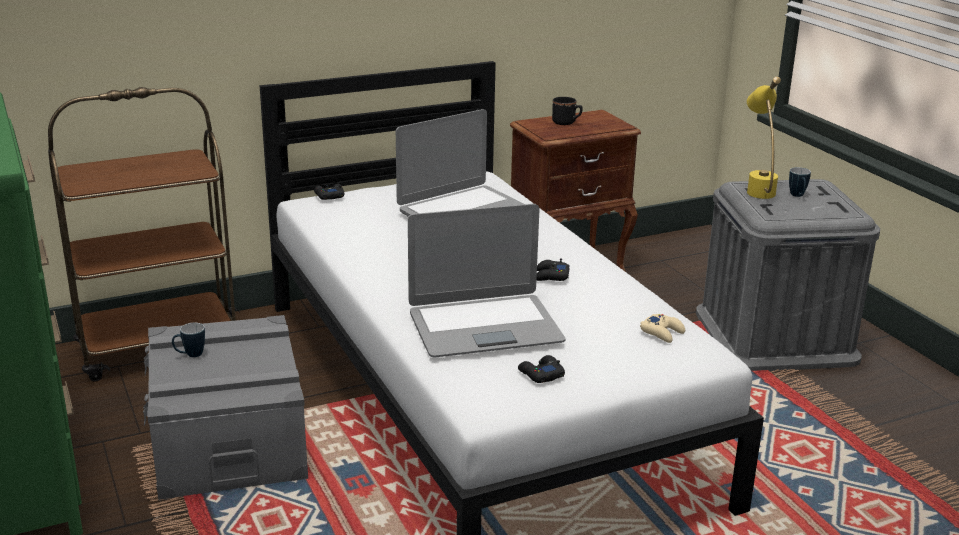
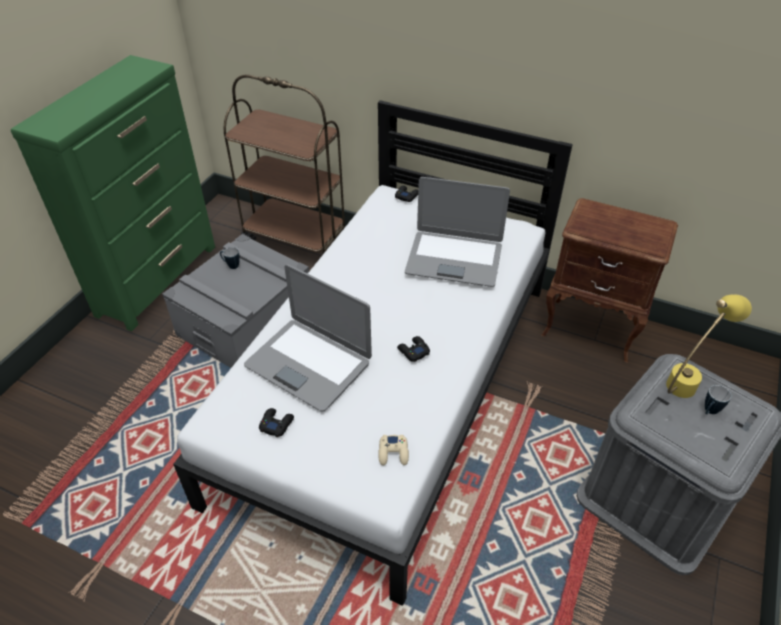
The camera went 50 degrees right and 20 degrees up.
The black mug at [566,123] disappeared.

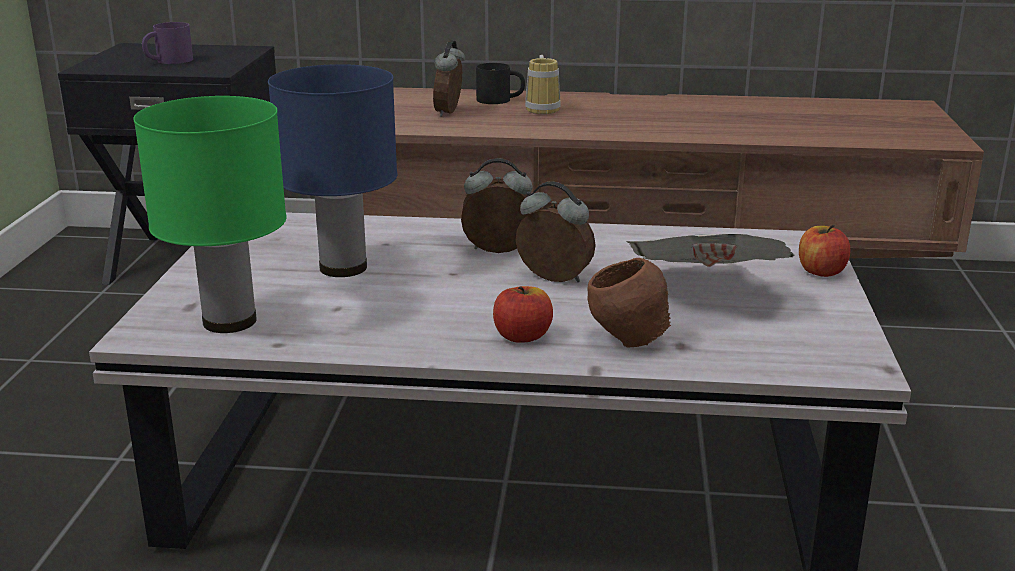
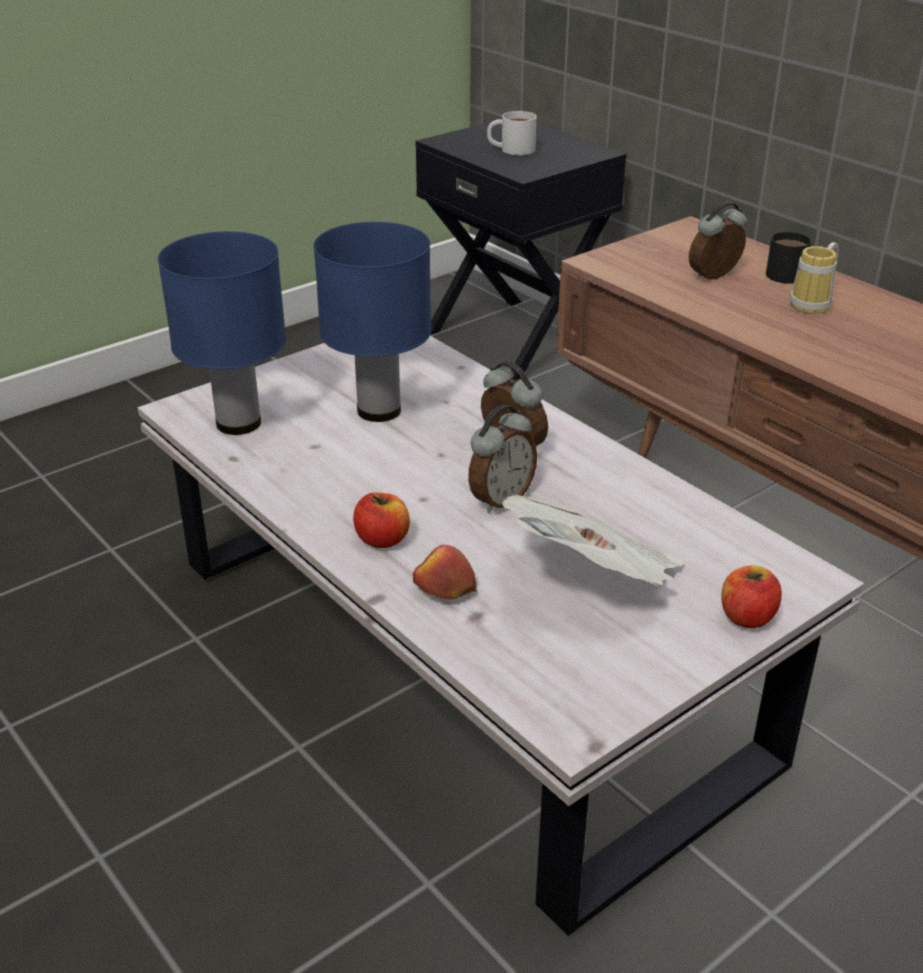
The camera went 45 degrees right and 10 degrees up.
The brown bowl at [627,341] was replaced by the apple at [444,588].
The green table lamp at [229,322] became the blue table lamp at [237,424].
The purple mug at [168,61] became the white mug at [511,149].
The alarm clock at [553,280] turned 60 degrees clockwise.

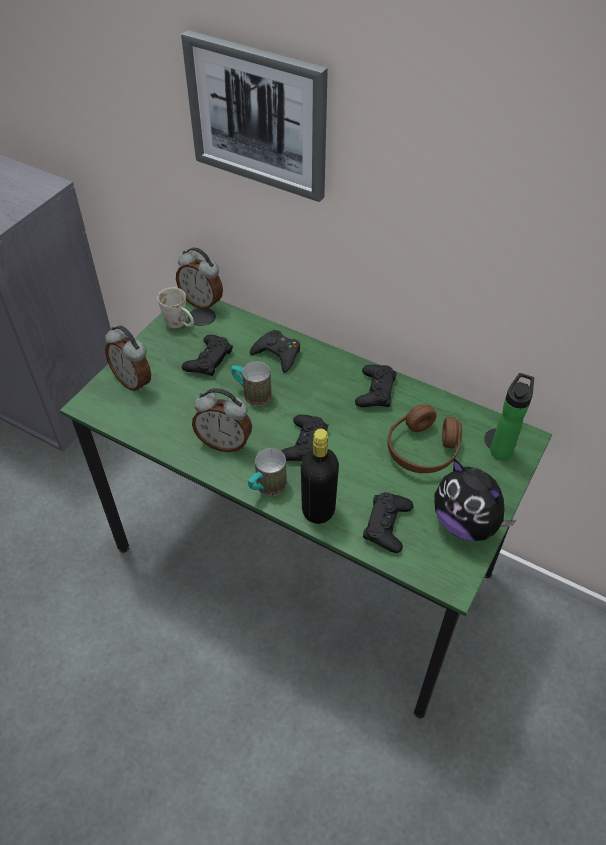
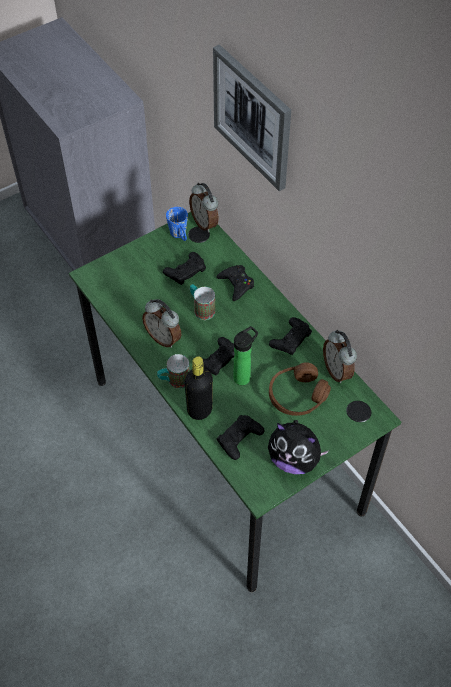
The camera went 25 degrees right and 5 degrees up.
The alarm clock moved from [134,381] to [337,371].
The bottle moved from [502,449] to [244,377].
The white mug at [180,324] became the blue mug at [180,236].
The plush toy at [466,523] turned 45 degrees counterclockwise.

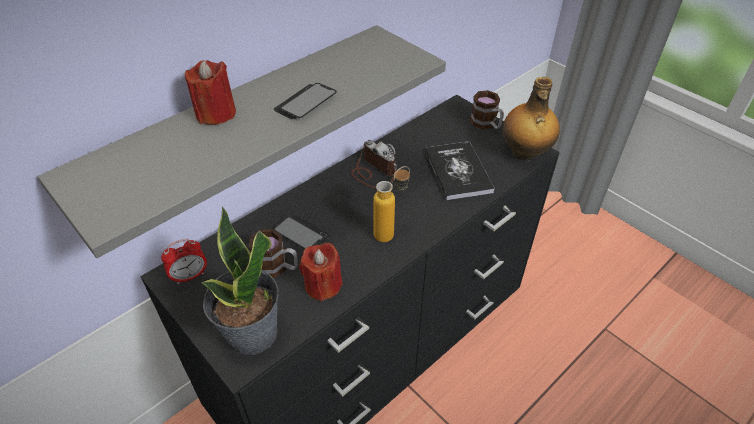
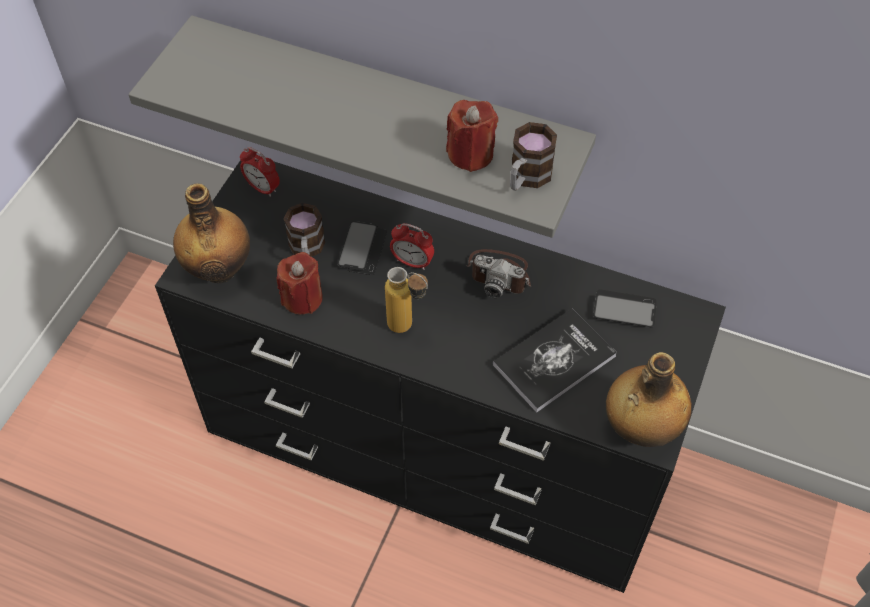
The camera went 65 degrees right and 10 degrees up.
The alarm clock at [412,262] appeared.
The red candle moved from [216,113] to [470,154].
The phone moved from [305,102] to [624,309].
The mug moved from [486,124] to [526,178].
The potted plant at [251,334] was replaced by the bottle at [219,268].
The photo camera at [374,171] turned 90 degrees clockwise.

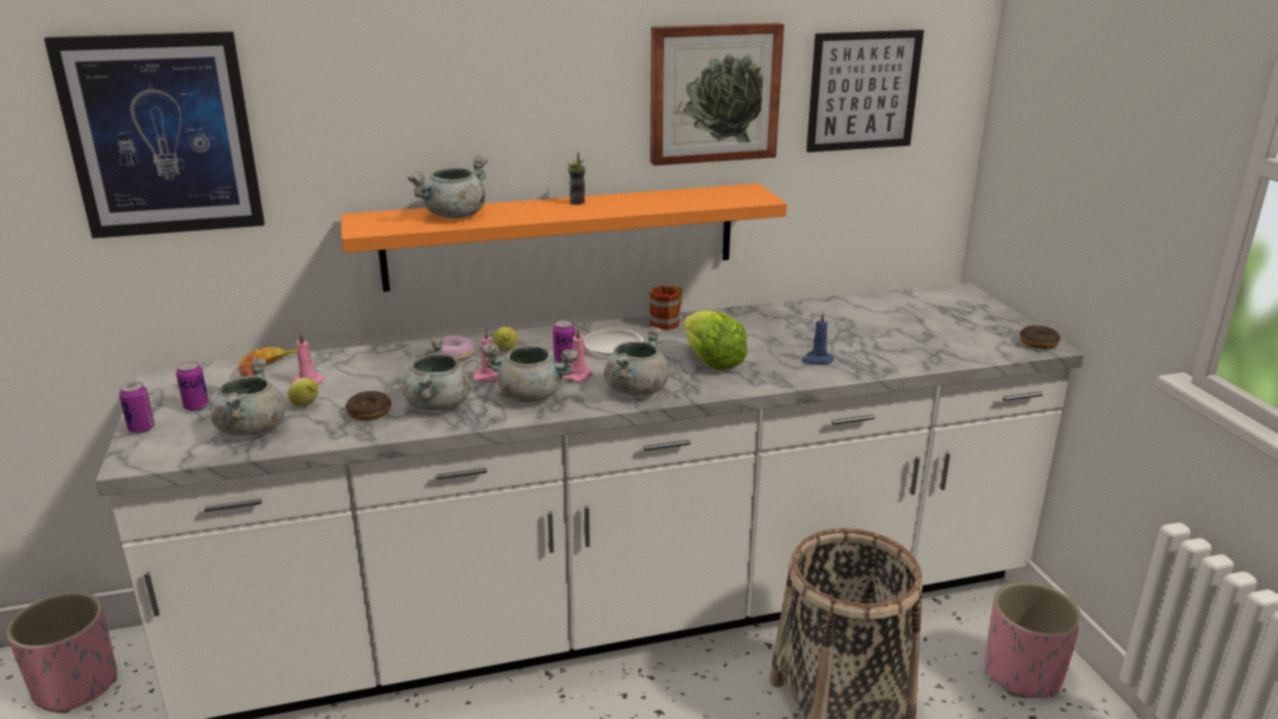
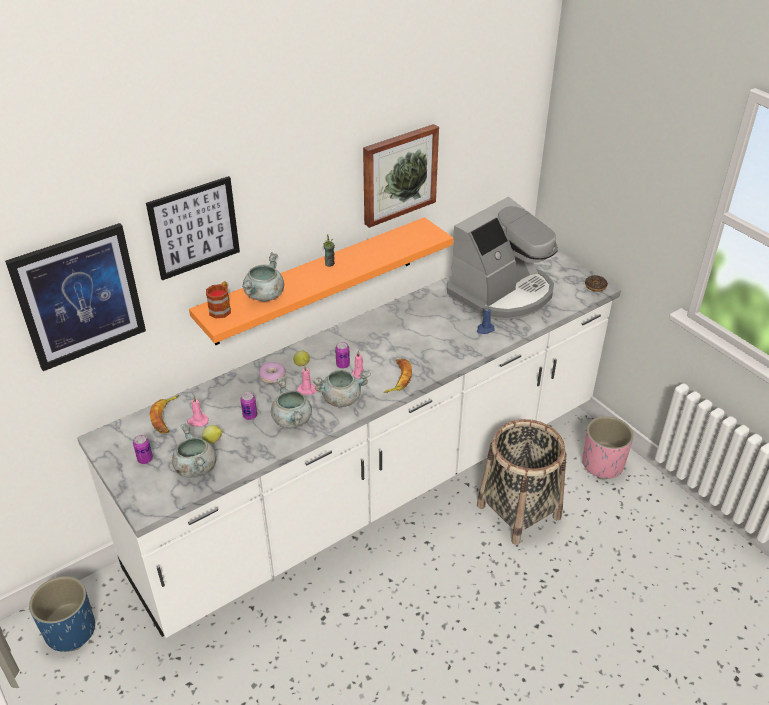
The camera went 20 degrees left and 15 degrees up.
The donut at [369,412] disappeared.
The white plate at [612,346] disappeared.
The lettuce at [711,361] disappeared.
The coffee machine at [502,293] appeared.
The can moved from [141,428] to [250,416].
The mug moved from [668,321] to [221,308].
The picture moved from [863,91] to [194,228].
The grey cooking pot at [636,389] was replaced by the banana at [398,378].
The pink planter at [76,686] became the blue planter at [70,631].

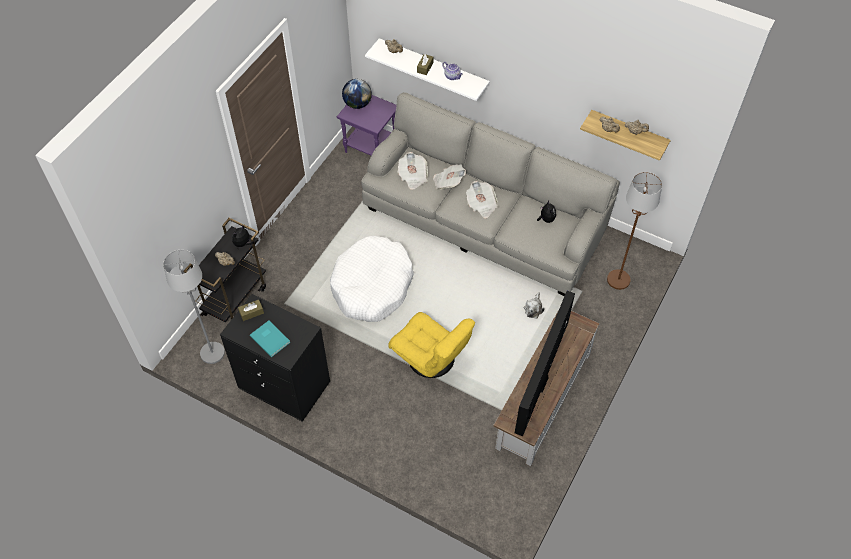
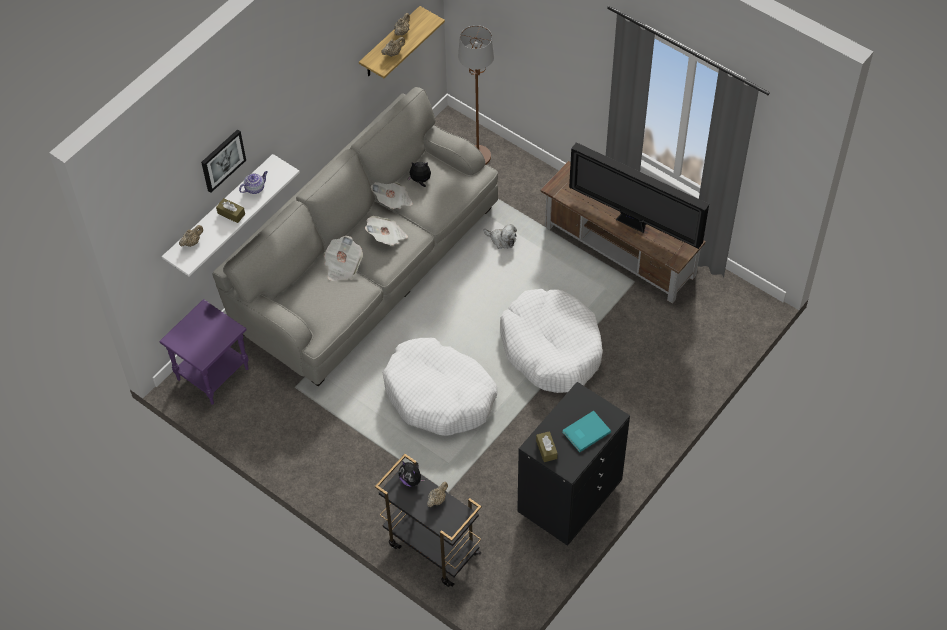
The camera went 80 degrees left and 0 degrees up.
The grey floor lamp at [212,353] disappeared.
The globe at [357,104] disappeared.
The picture at [222,160] appeared.
The newspaper moved from [413,177] to [392,200].
The yellow armchair at [430,358] was replaced by the white dog bed at [551,348].

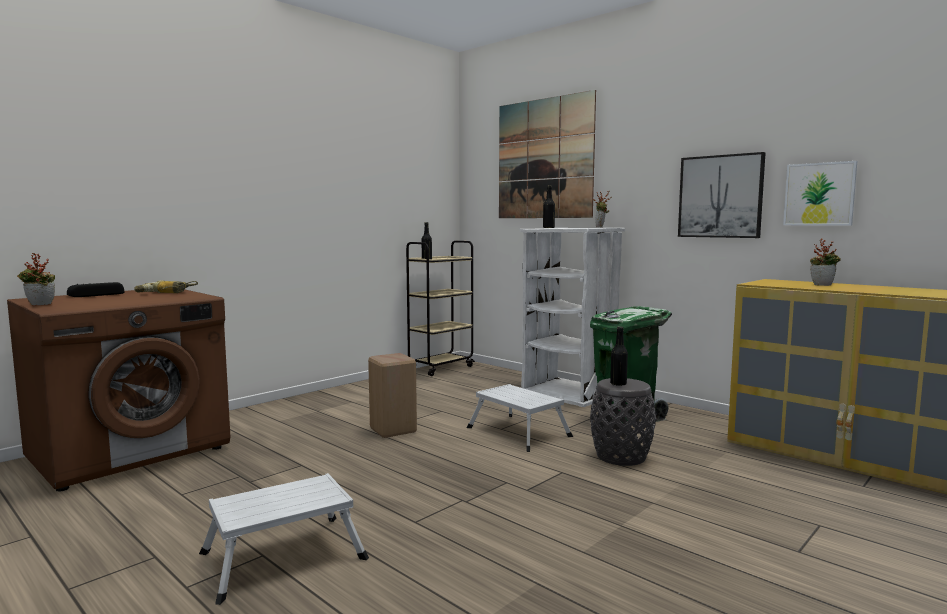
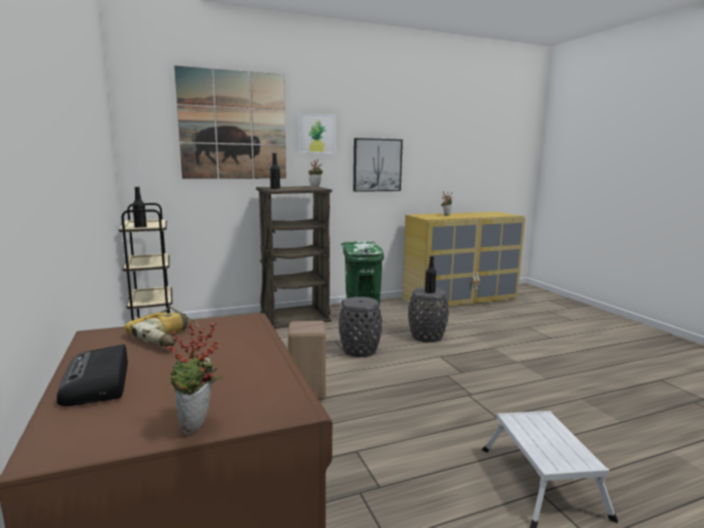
The camera went 65 degrees left and 5 degrees up.
The picture moved from [819,194] to [316,133].
The white step ladder at [519,432] was replaced by the grey stool at [360,350].
The white bookcase at [569,392] became the brown bookcase at [295,317].

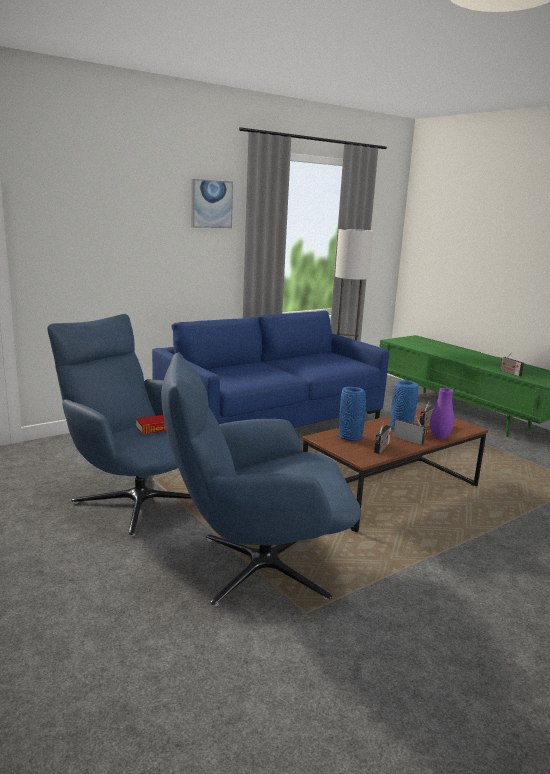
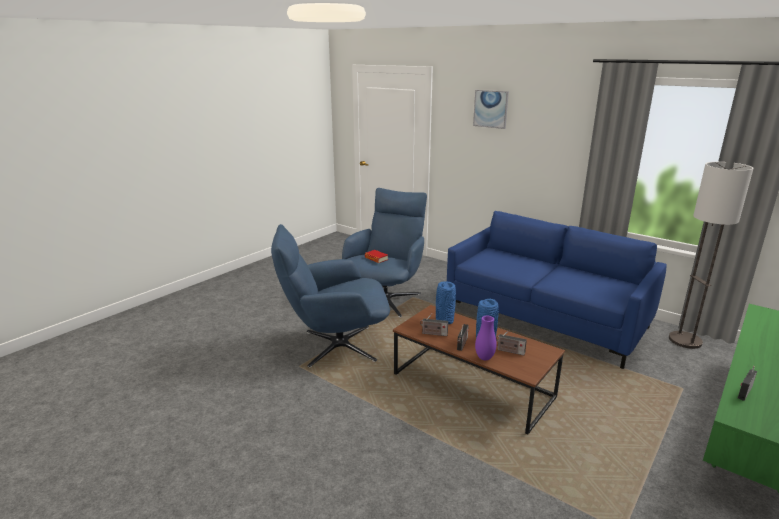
The camera went 75 degrees right and 5 degrees up.
The picture moved from [211,204] to [491,109].
The blue armchair at [258,567] turned 75 degrees counterclockwise.

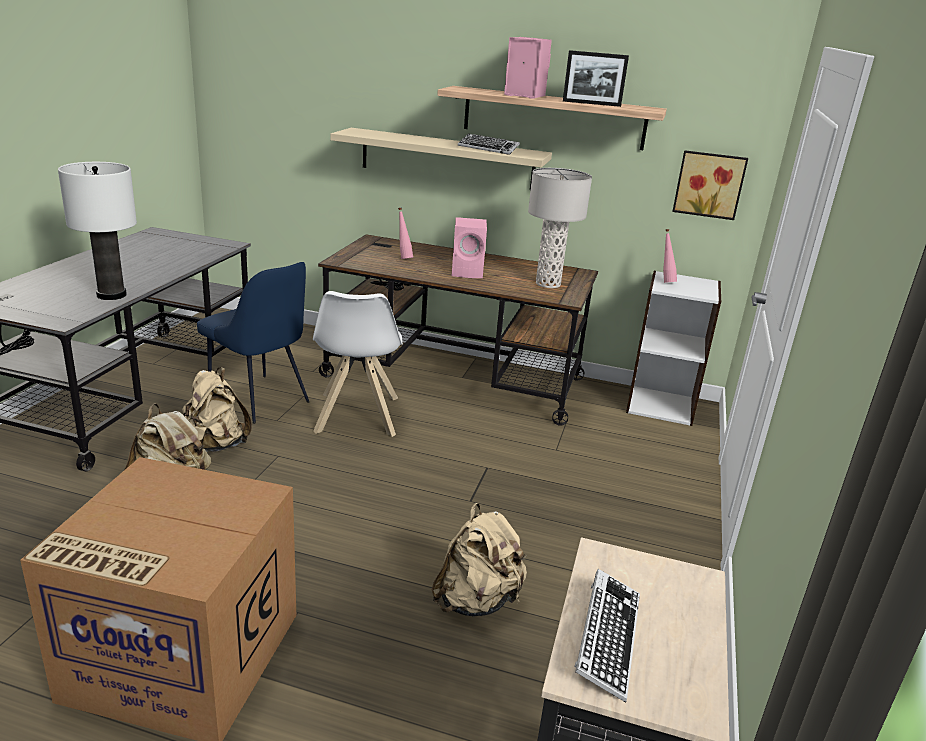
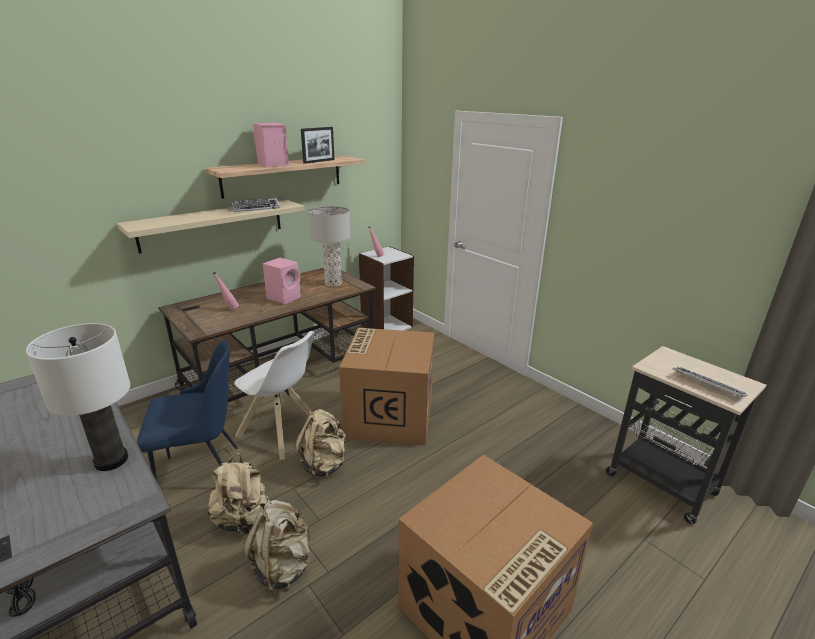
The camera went 55 degrees left and 0 degrees up.
The picture at [709,184] disappeared.
The cardboard box at [389,415] appeared.
The beige backpack moved from [477,601] to [324,464].

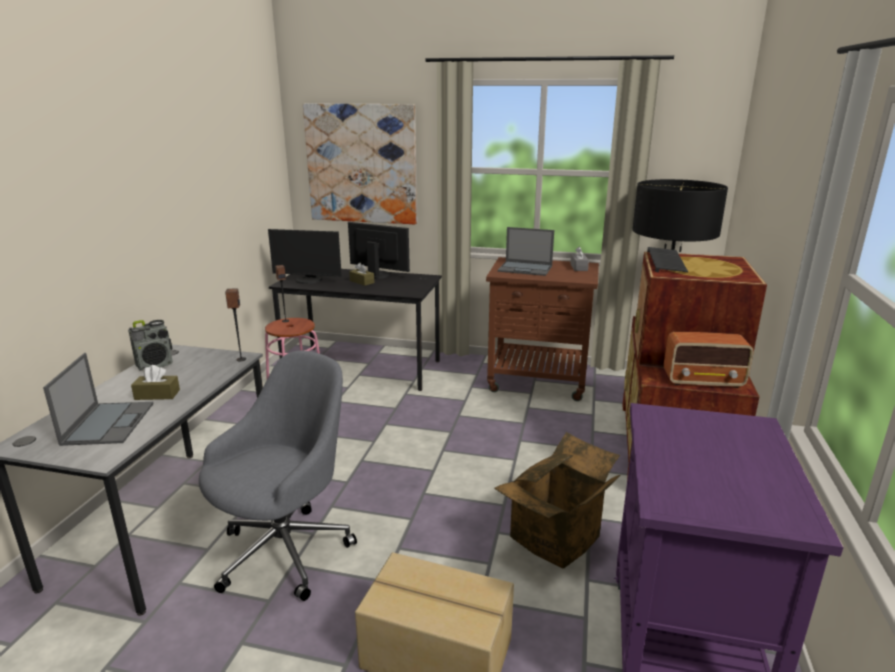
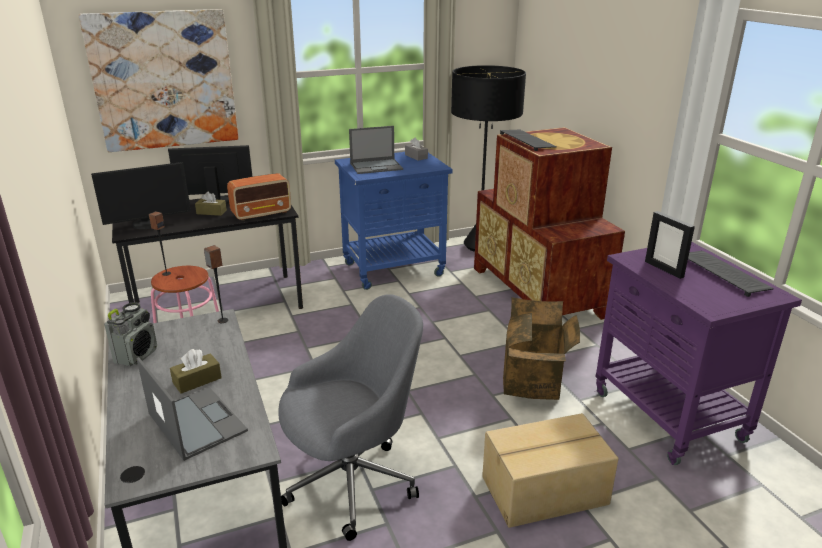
The camera went 35 degrees left and 5 degrees up.
The picture frame at [664,269] appeared.
The keyboard at [724,274] appeared.
The radio moved from [704,381] to [262,213].
The brown cart at [538,382] became the blue cart at [394,270].
The grey office chair at [285,551] turned 60 degrees clockwise.

